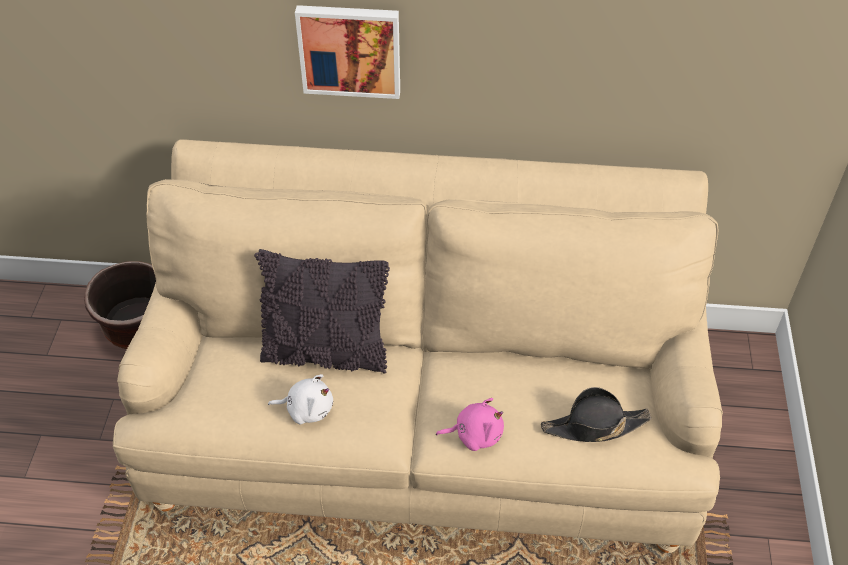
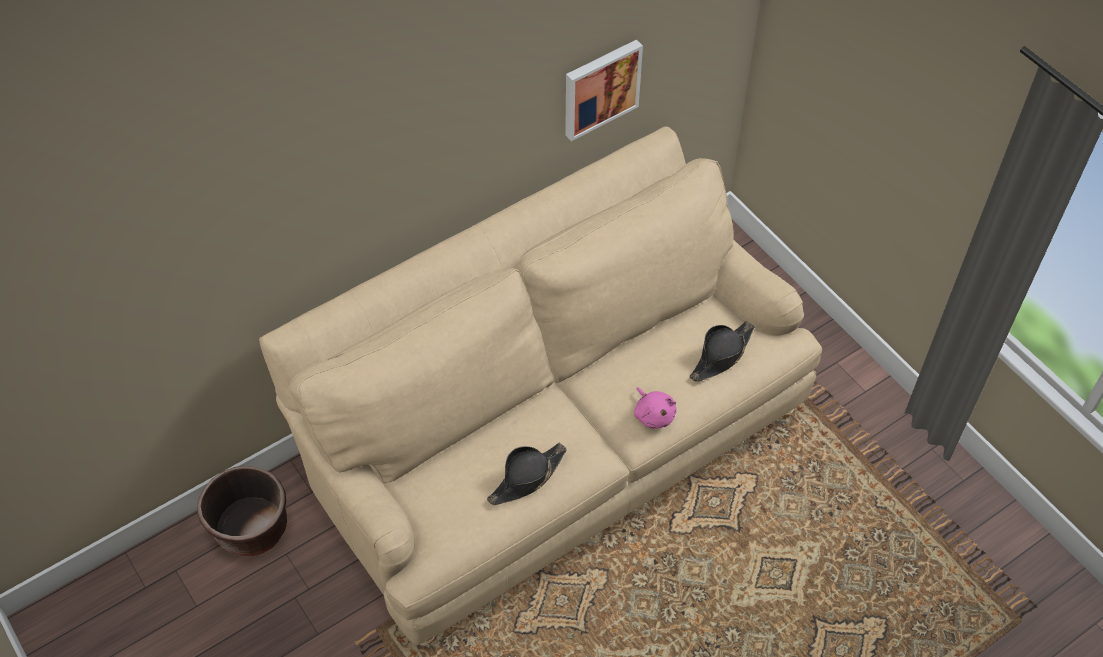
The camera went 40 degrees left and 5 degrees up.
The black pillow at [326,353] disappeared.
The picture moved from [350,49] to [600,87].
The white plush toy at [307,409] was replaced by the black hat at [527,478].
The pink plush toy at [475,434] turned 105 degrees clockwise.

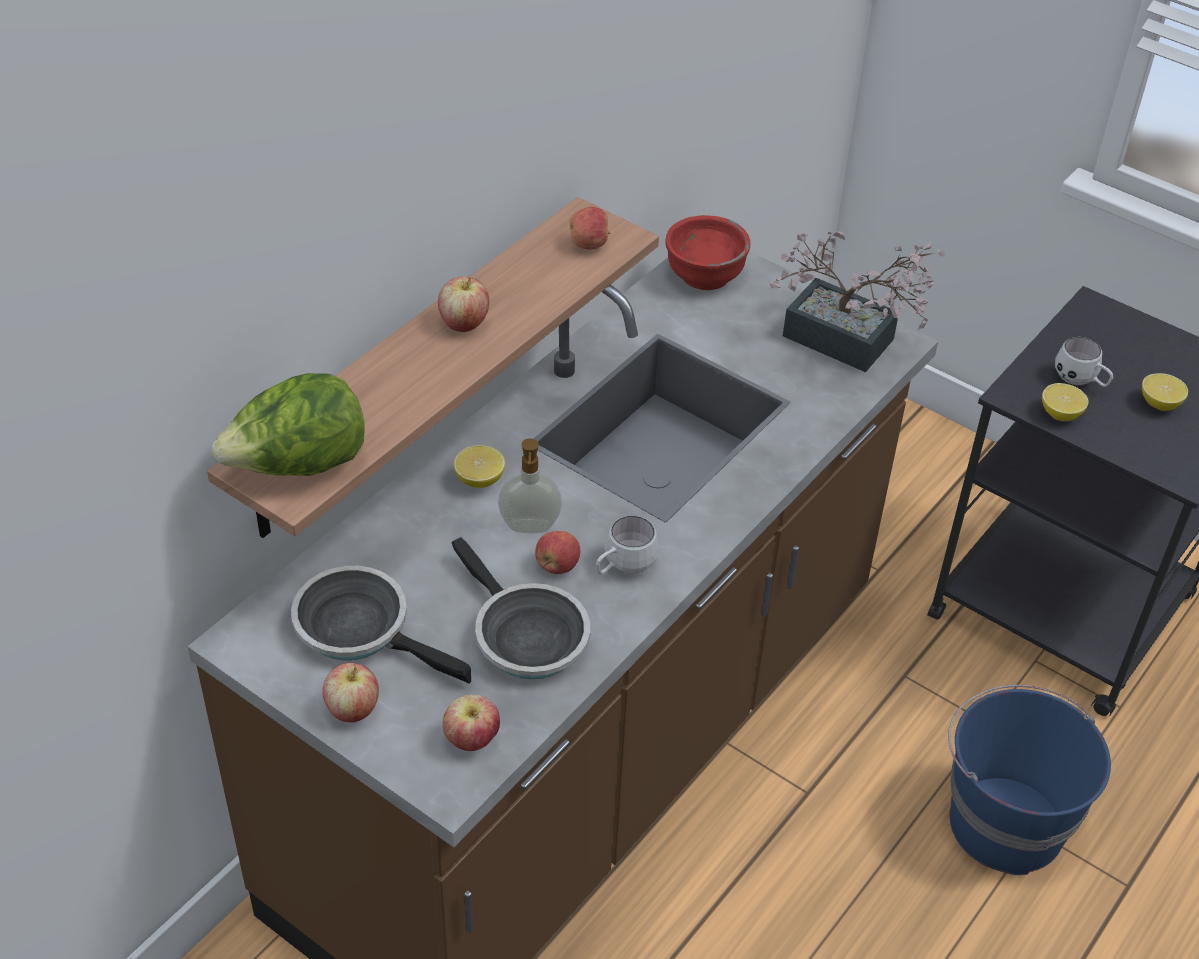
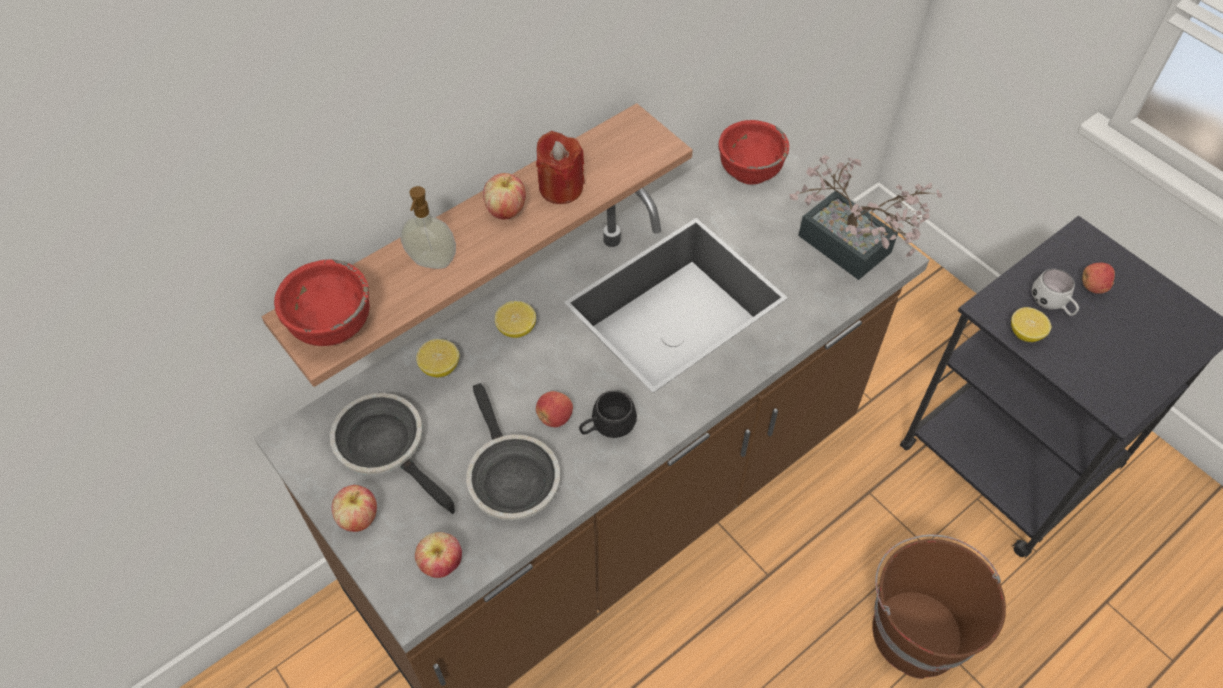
The camera went 15 degrees right and 10 degrees up.
The red candle at [560,188] appeared.
The soap dispenser moved from [529,527] to [431,262].
The apple moved from [589,244] to [1093,286].
The lemon moved from [1159,403] to [440,367].
The lettuce at [299,466] was replaced by the red bowl at [332,325].
The white mug at [623,567] became the black mug at [606,428].
The blue bucket at [1004,822] became the brown bucket at [915,631].

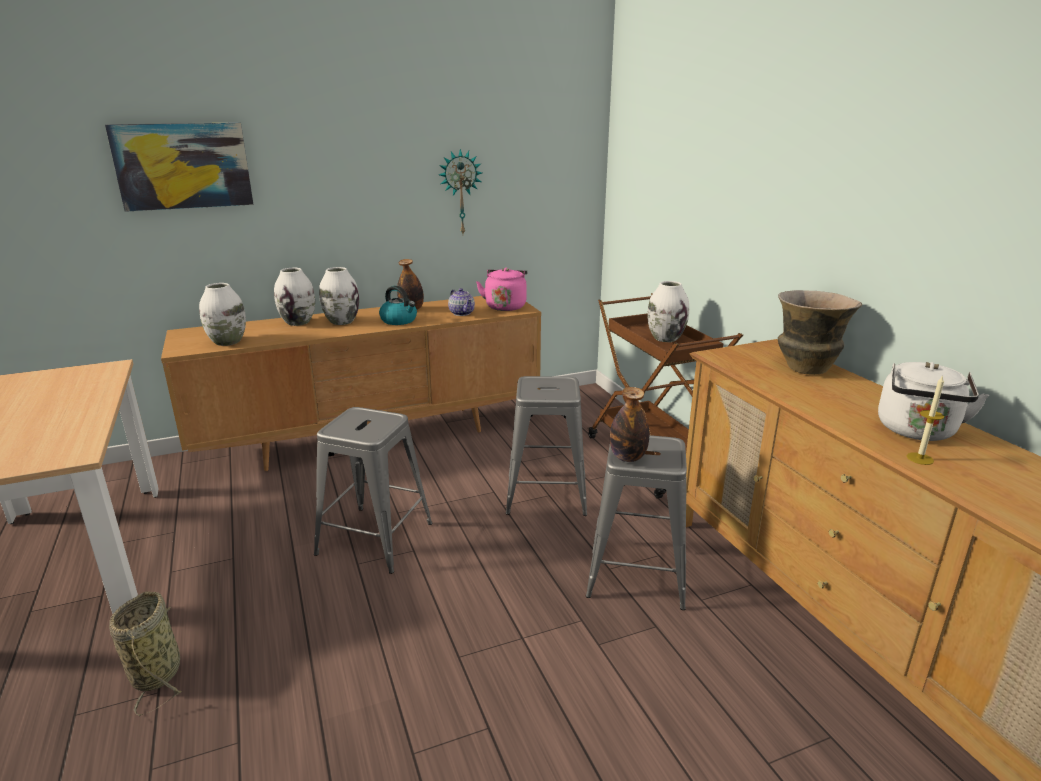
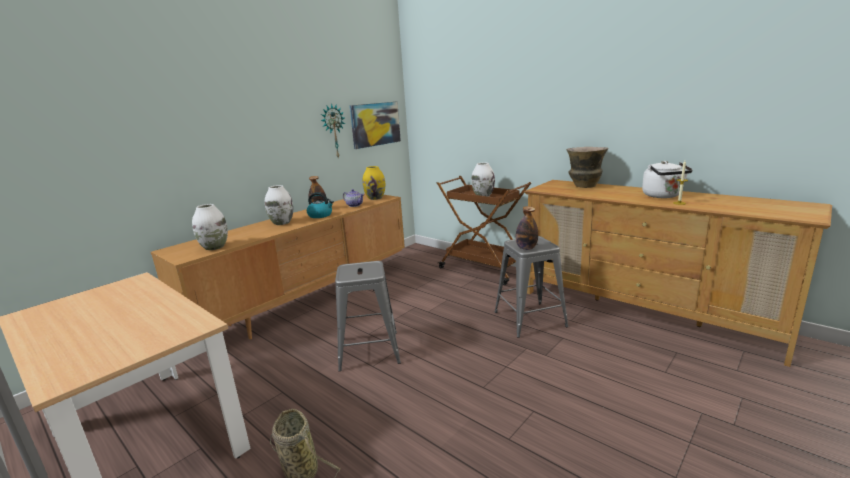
The camera went 25 degrees left and 5 degrees down.
The white vase at [298,322] disappeared.
The grey stool at [545,493] disappeared.
The picture moved from [183,166] to [375,124].
The pink kettle at [505,306] was replaced by the yellow vase at [375,198].

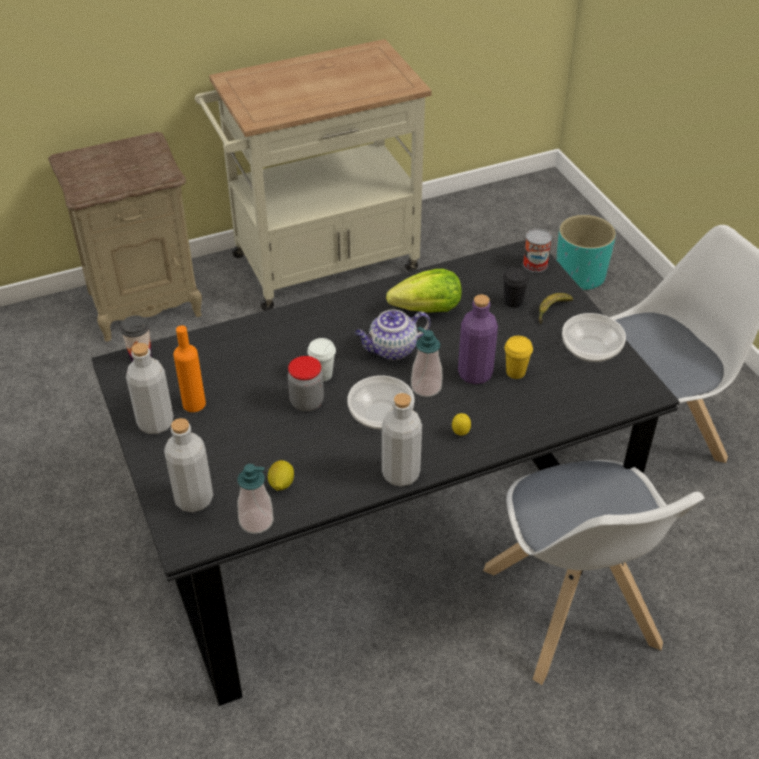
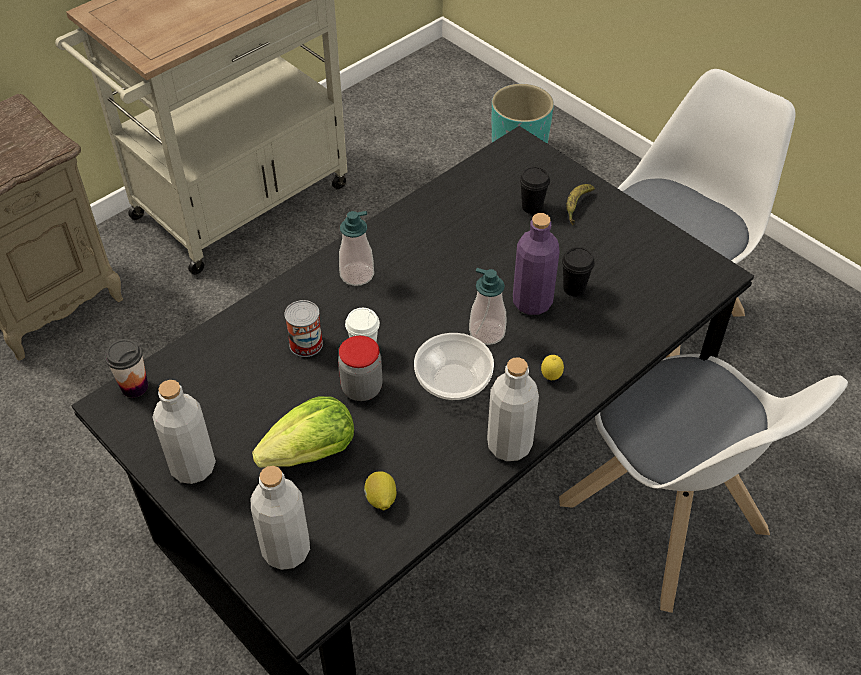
The camera went 20 degrees left and 5 degrees up.
The orange bottle at [194,403] disappeared.
The teapot at [392,350] disappeared.
The bowl at [590,350] disappeared.
The soap dispenser moved from [256,521] to [357,274].
The lettuce moved from [428,310] to [312,453].
The can moved from [535,264] to [306,344].
The yellow cup at [515,372] became the black cup at [574,288].

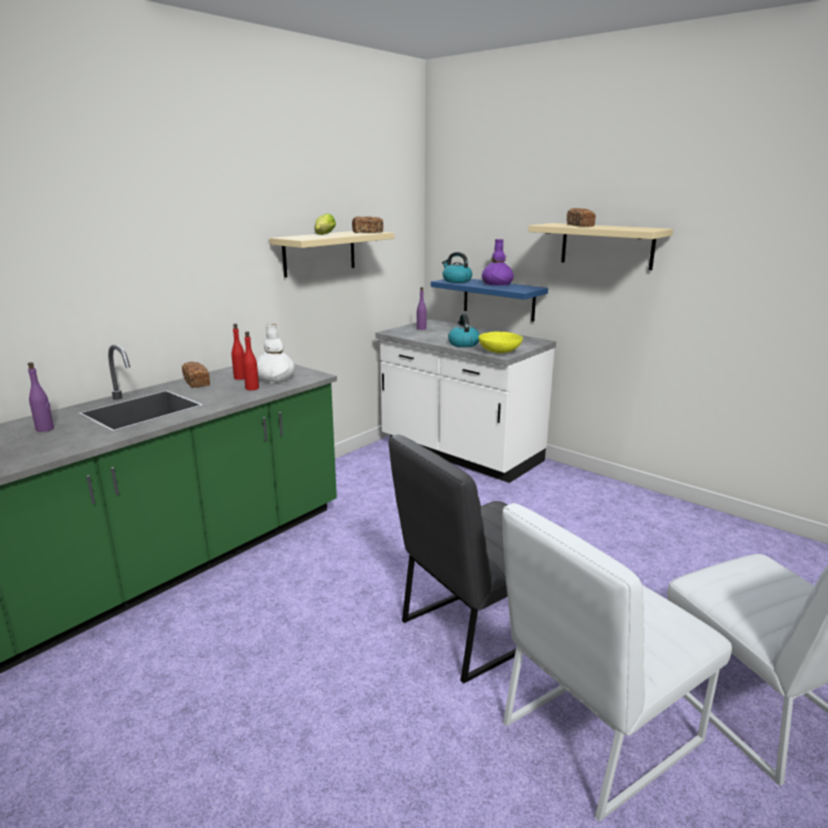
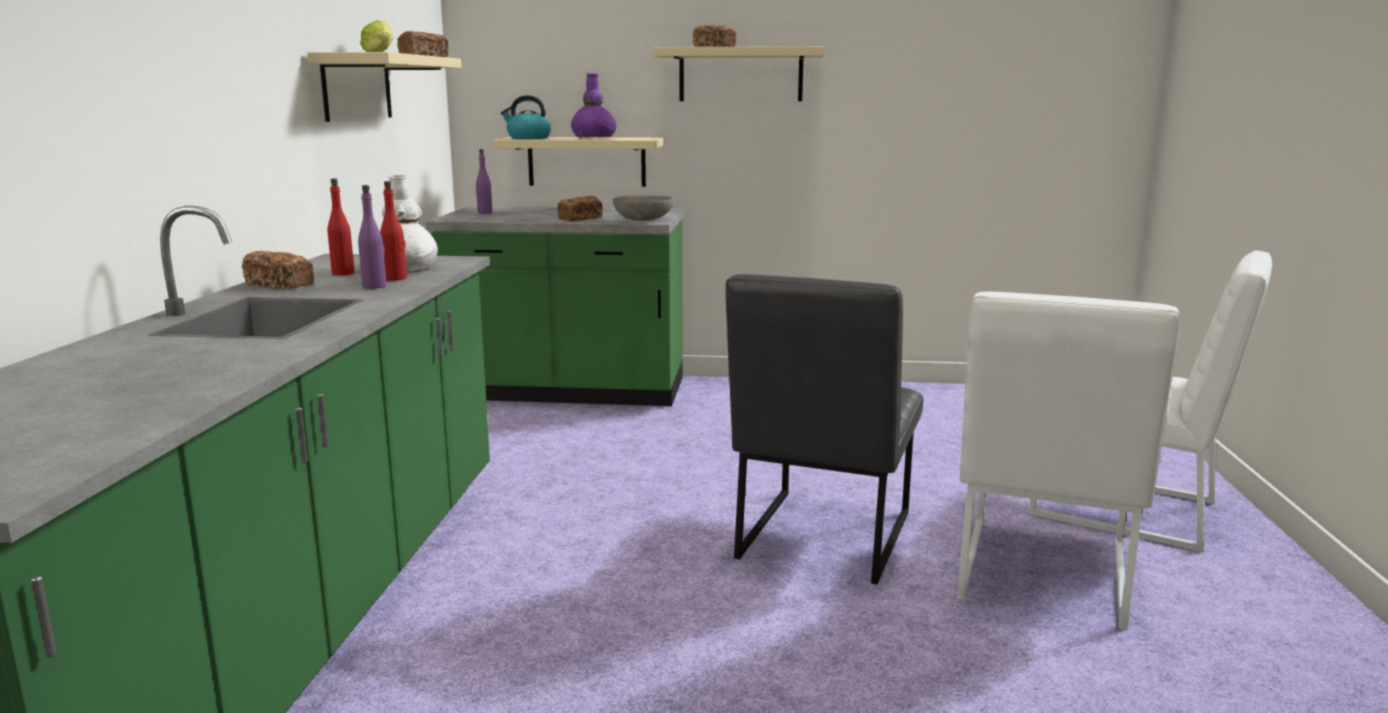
The camera went 35 degrees left and 5 degrees down.
The purple bottle moved from [45,429] to [375,286].
The kettle at [463,344] was replaced by the bread at [580,219].
The white counter at [460,453] became the green counter at [568,391].
The blue shelf at [498,299] became the beige shelf at [586,161].
The yellow bowl at [499,352] became the grey bowl at [643,220].

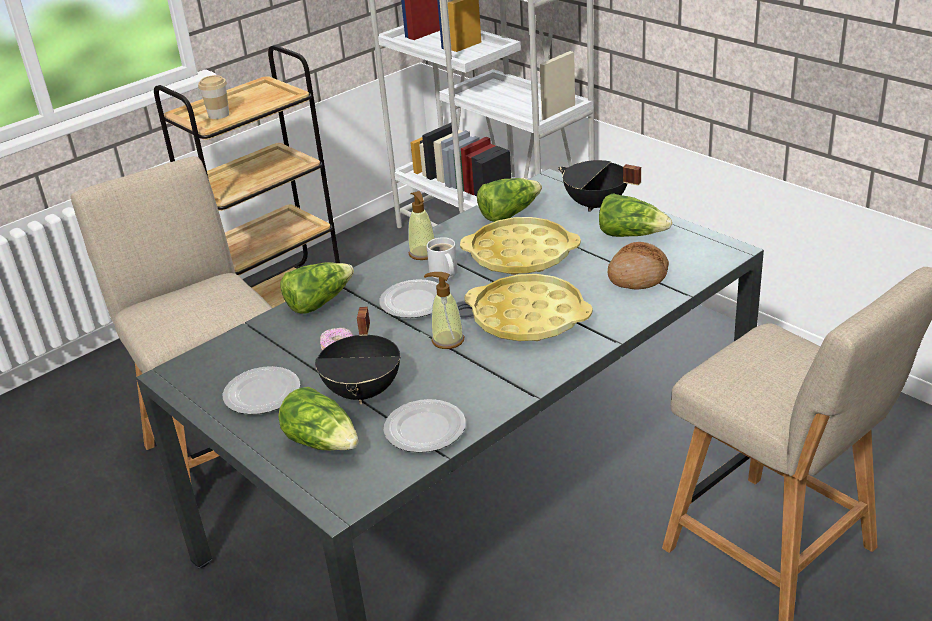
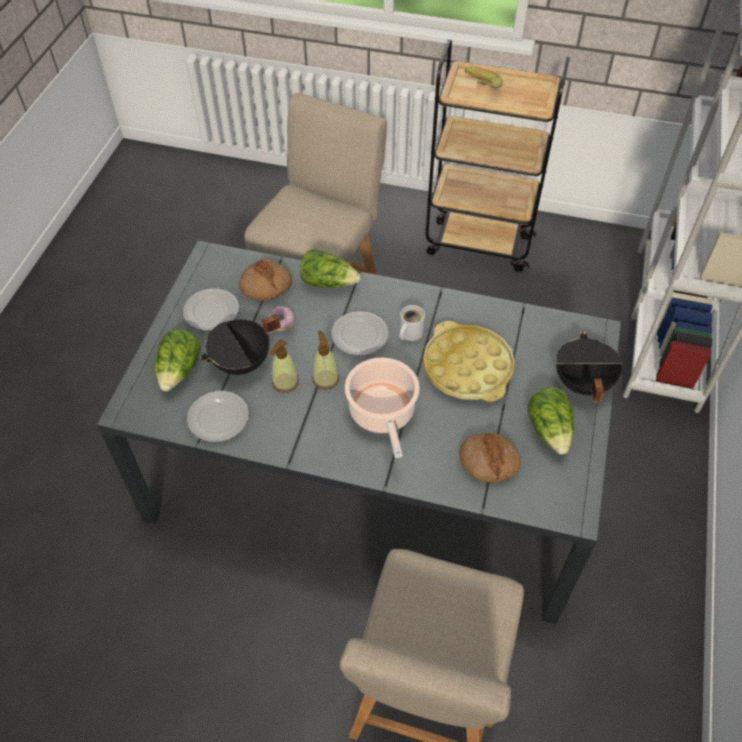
The camera went 55 degrees right and 20 degrees up.
The lettuce at [509,213] disappeared.
The bread at [266,286] appeared.
The soap dispenser moved from [423,253] to [285,382].
The cup at [218,115] was replaced by the banana at [478,89].
The yellow tray at [528,317] was replaced by the cooking pot at [382,414].

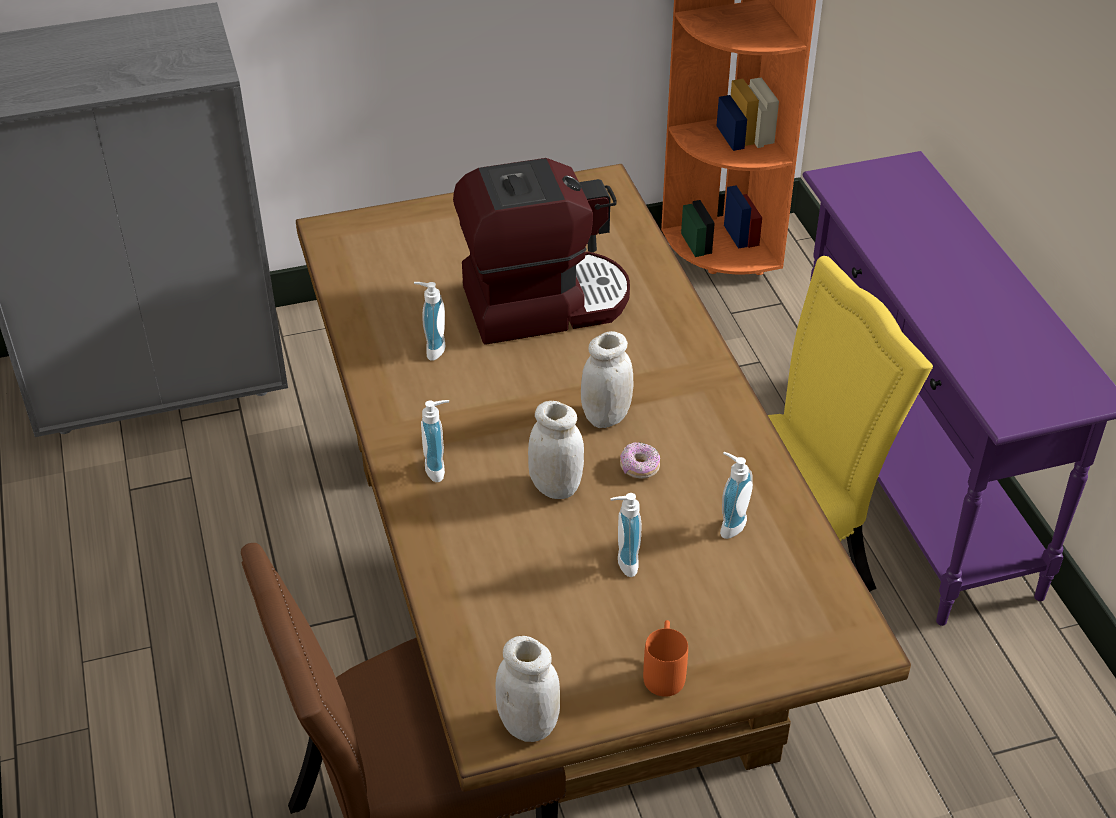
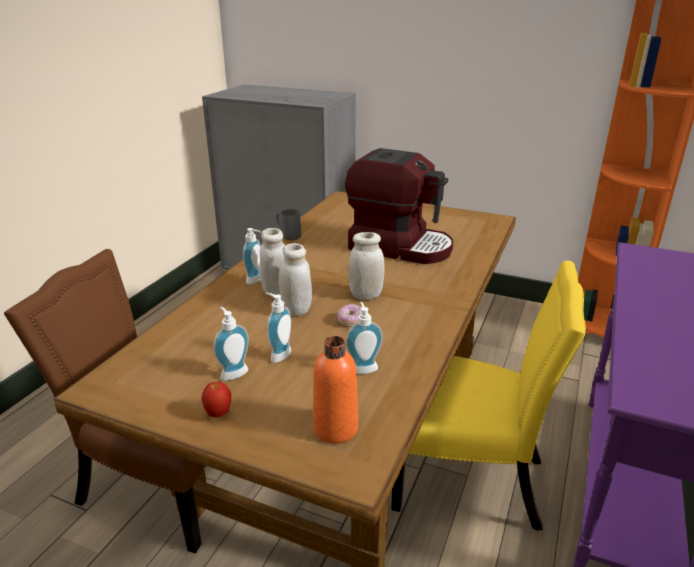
The camera went 40 degrees right and 15 degrees down.
The grey mug at [288,235] appeared.
The orange bottle at [335,428] appeared.
The soap dispenser moved from [432,349] to [233,372].
The white jar moved from [528,725] to [276,291].
The orange mug at [664,671] was replaced by the apple at [218,414].

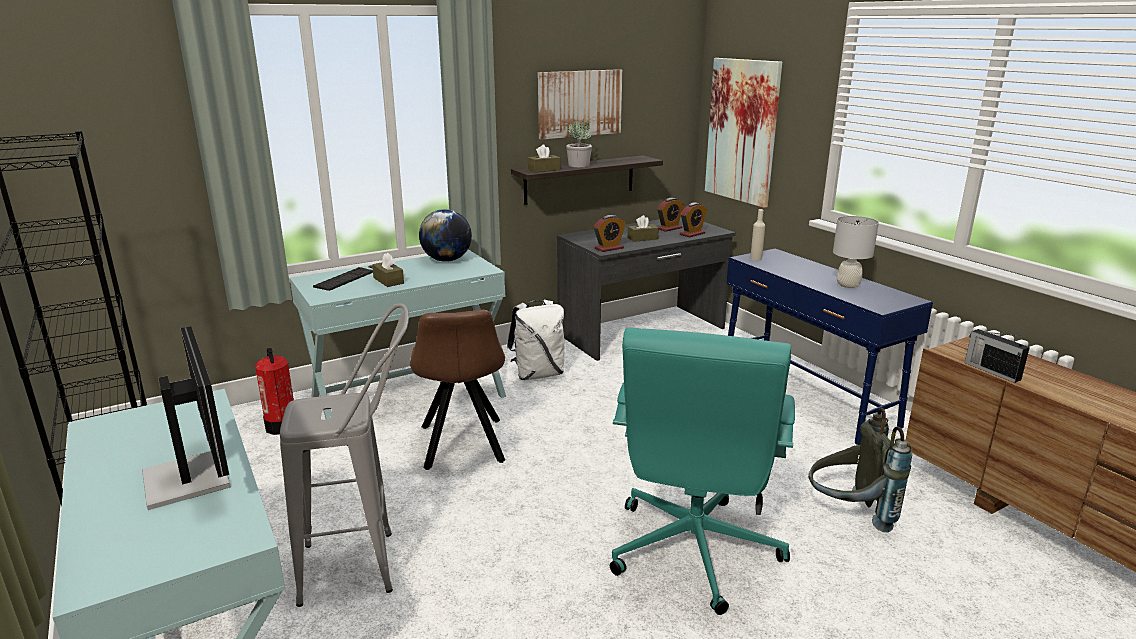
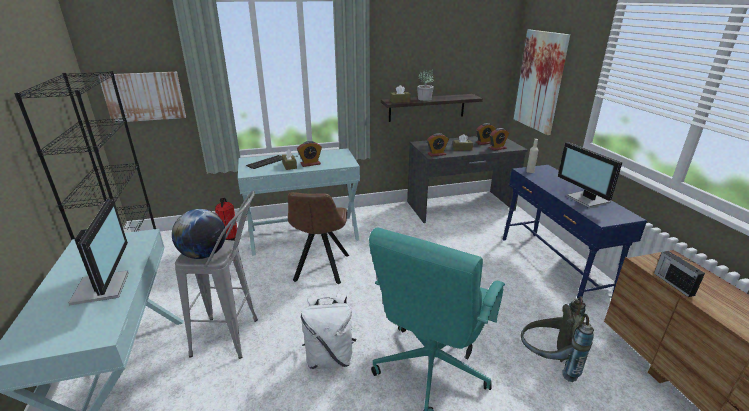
The camera went 15 degrees right and 5 degrees up.
The alarm clock at [310,164] appeared.
The globe moved from [447,260] to [204,254].
The white backpack moved from [538,374] to [330,357].
The picture moved from [579,103] to [144,96].
The grey table lamp at [849,286] was replaced by the monitor at [587,200].

